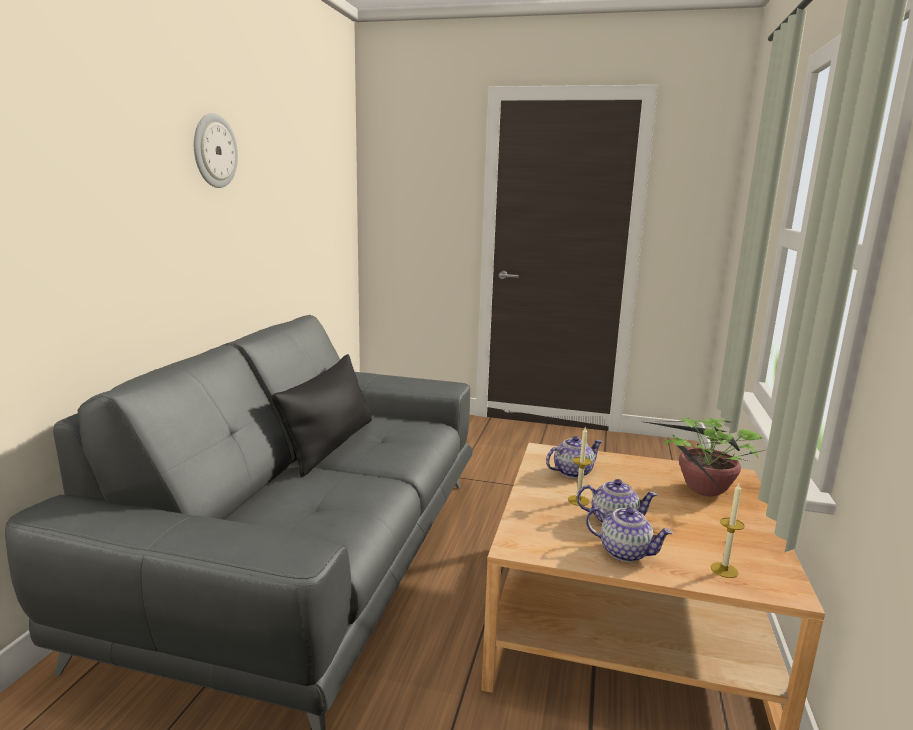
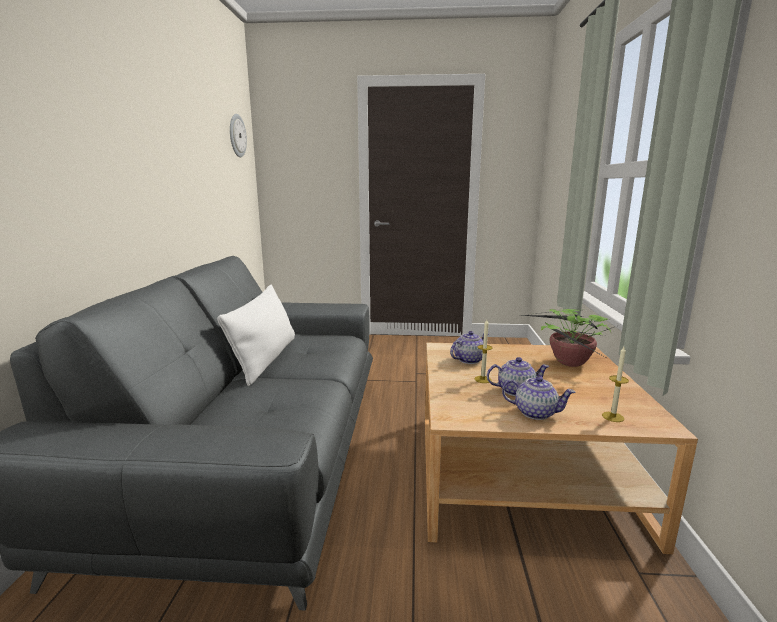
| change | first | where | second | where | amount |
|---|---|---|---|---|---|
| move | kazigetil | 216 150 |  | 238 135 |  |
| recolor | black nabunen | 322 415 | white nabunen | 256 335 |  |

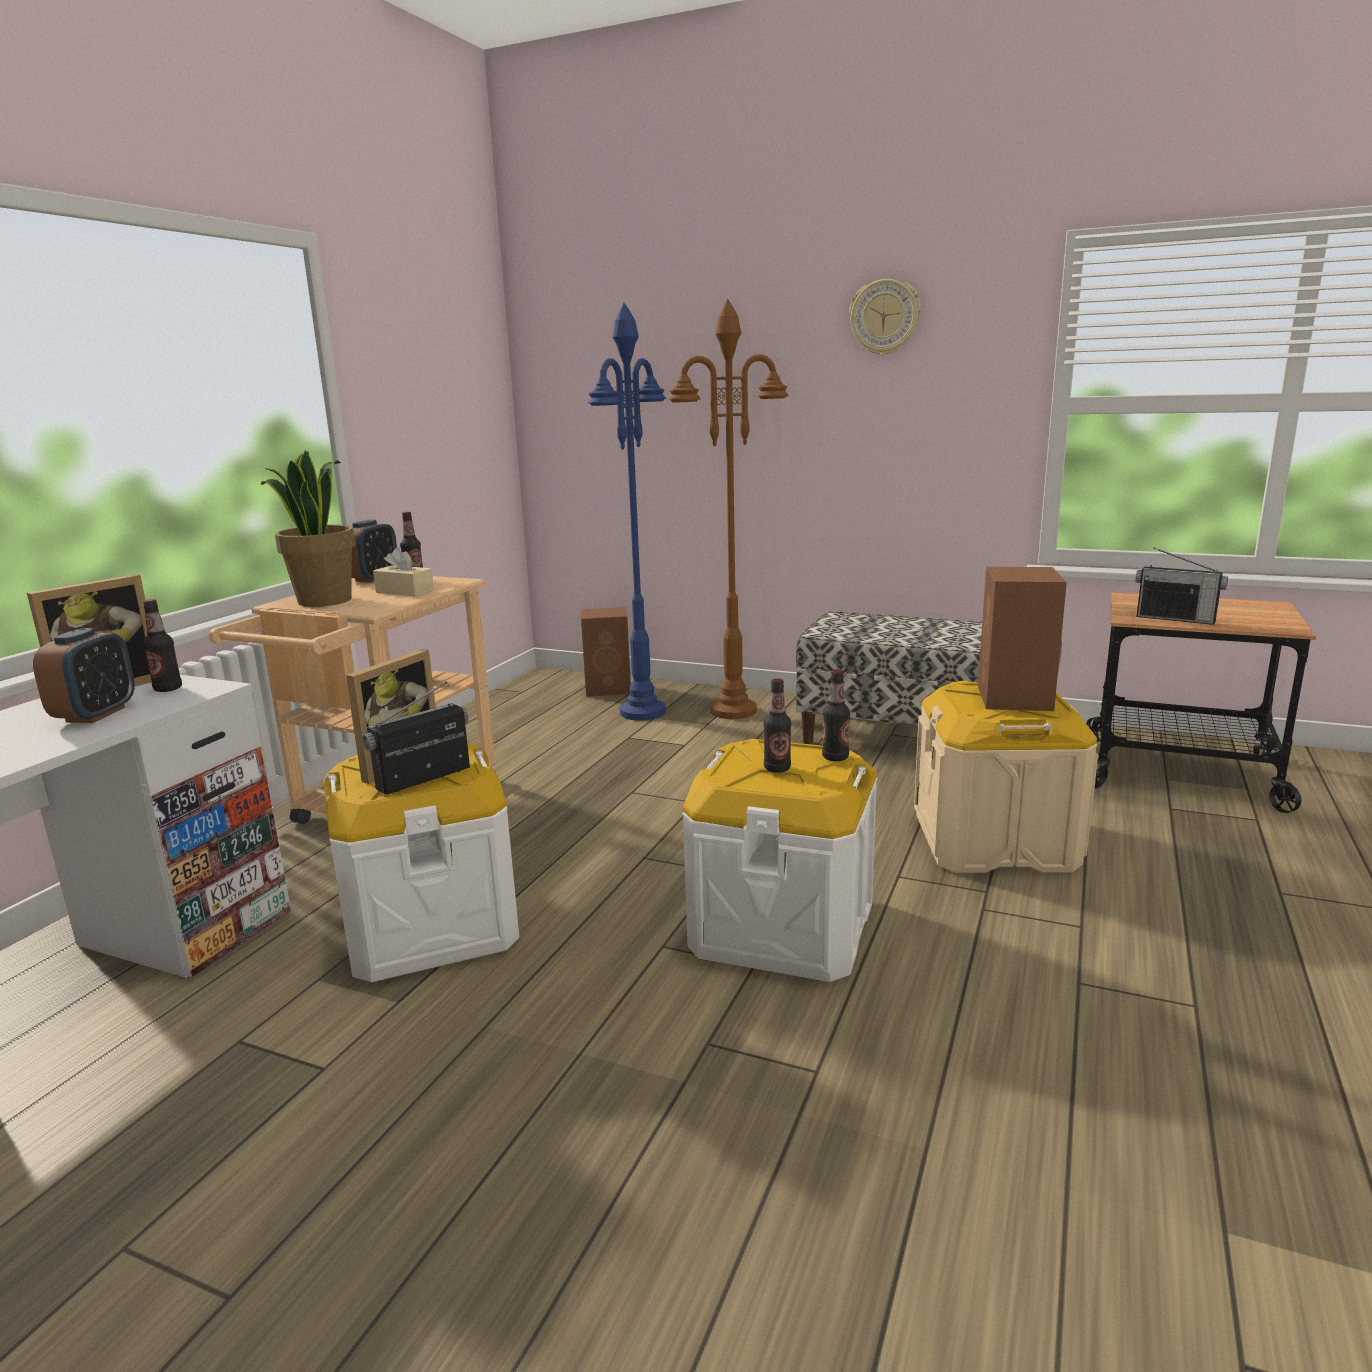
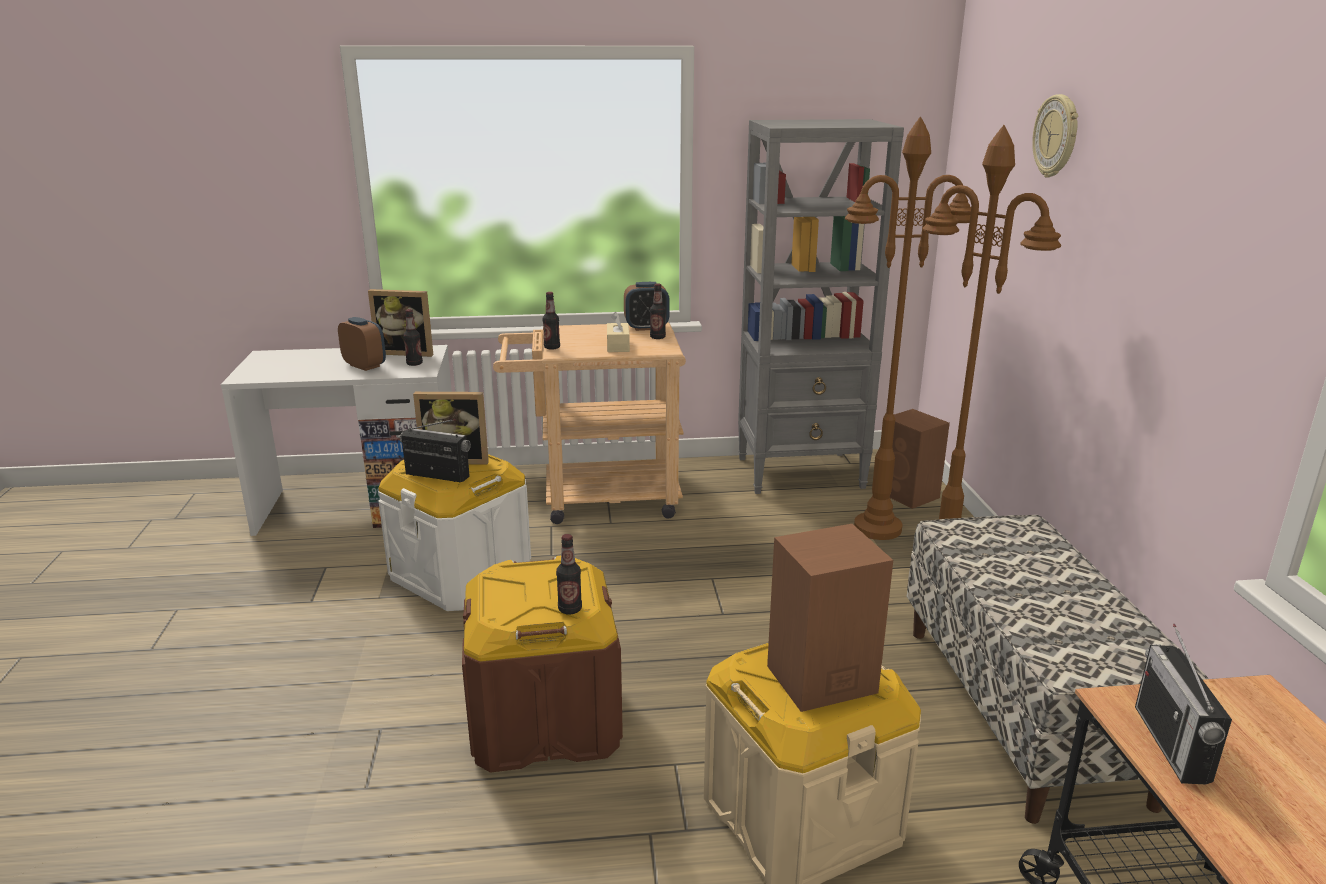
| change | first | where | second | where | amount |
|---|---|---|---|---|---|
| rotate | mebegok | 84 675 |  | 362 344 | 120 degrees counterclockwise |
| delete | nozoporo | 308 528 |  |  |  |
| recolor | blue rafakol | 627 511 | brown rafakol | 908 328 |  |
| recolor | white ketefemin | 779 860 | brown ketefemin | 542 664 |  |
| move | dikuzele | 777 725 |  | 551 321 |  |
| move | kazigetil | 885 317 |  | 1055 136 |  |
| insert |  |  | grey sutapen | 821 306 |  |

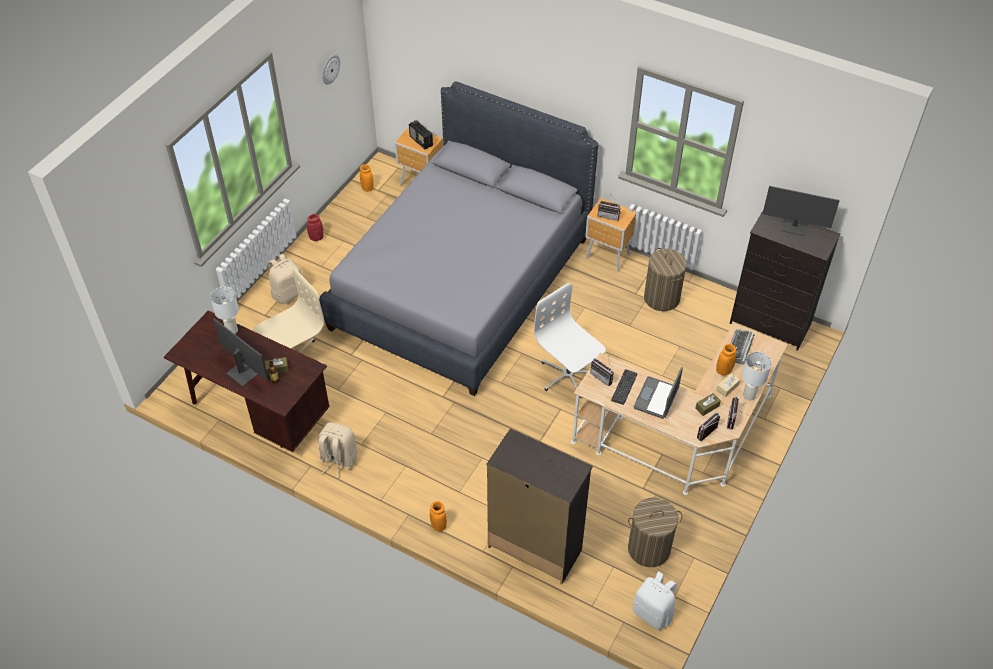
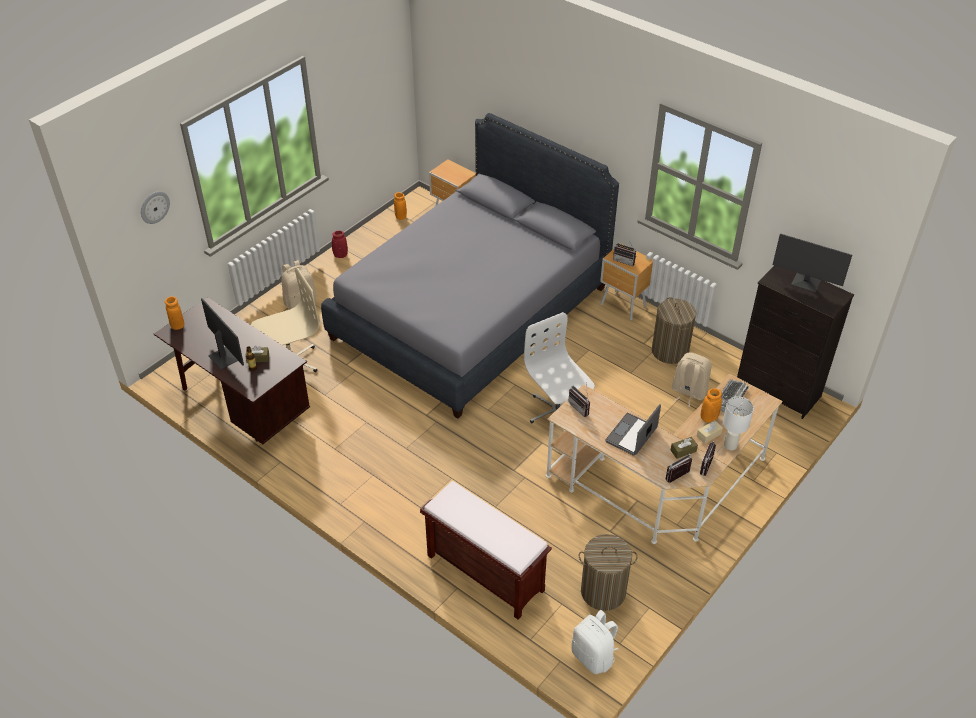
| change | first | where | second | where | amount |
|---|---|---|---|---|---|
| delete | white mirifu | 224 310 |  |  |  |
| move | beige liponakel | 337 450 |  | 692 380 |  |
| move | kazigetil | 331 69 |  | 155 207 |  |
| delete | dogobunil | 421 134 |  |  |  |
| move | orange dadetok | 438 516 |  | 174 313 |  |
| replace | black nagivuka | 539 506 | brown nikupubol | 486 550 |  |
| delete | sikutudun | 624 387 |  |  |  |

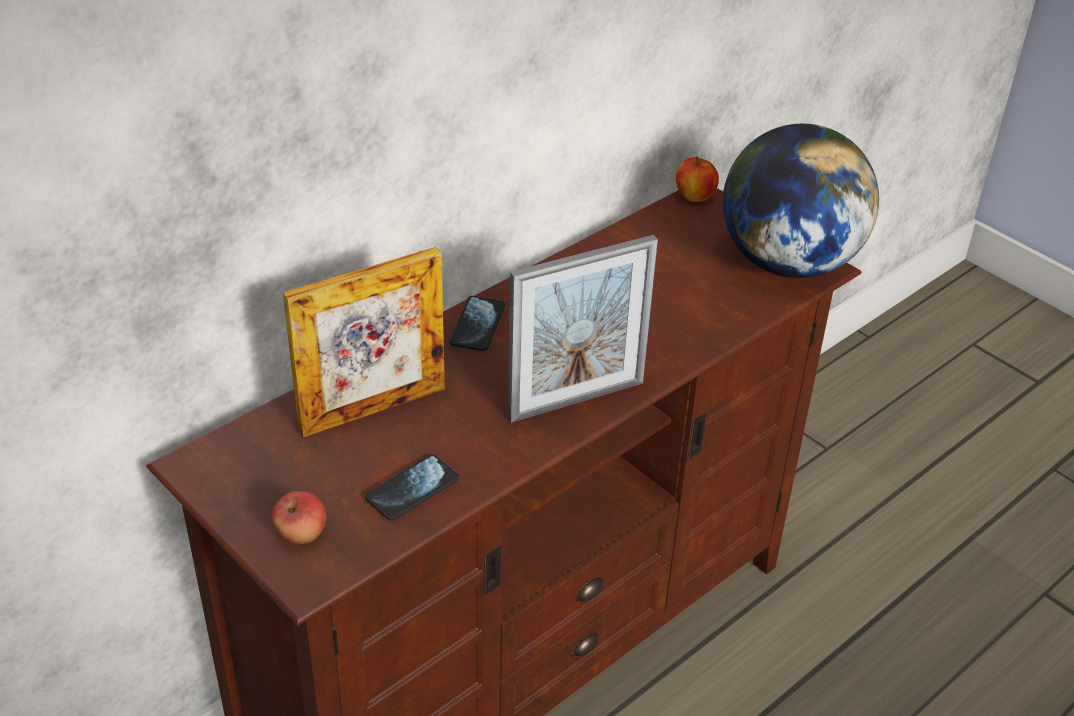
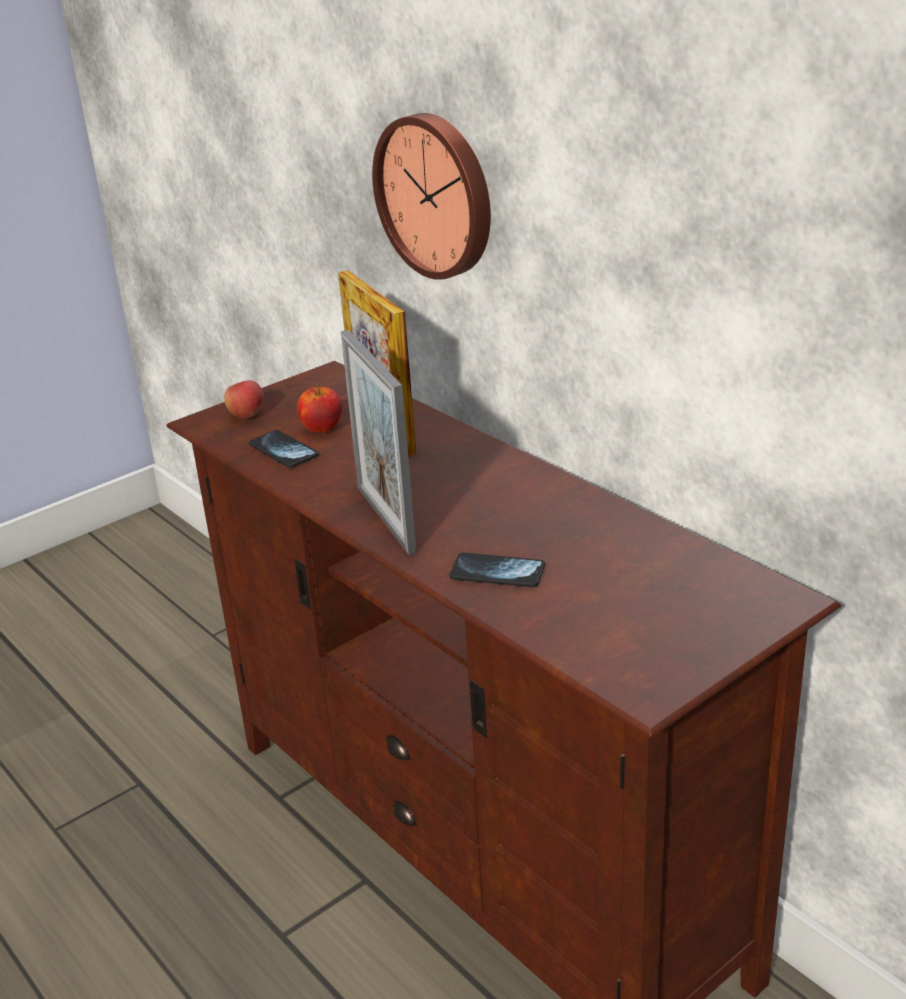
| change | first | where | second | where | amount |
|---|---|---|---|---|---|
| move | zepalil | 477 323 |  | 497 569 |  |
| move | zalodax | 697 179 |  | 319 408 |  |
| delete | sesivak | 801 201 |  |  |  |
| insert |  |  | kazigetil | 431 196 |  |

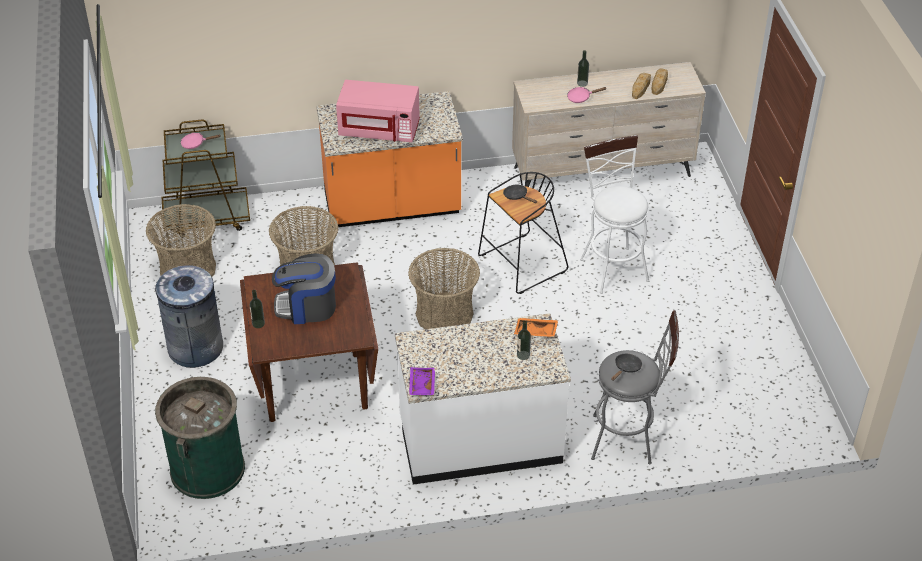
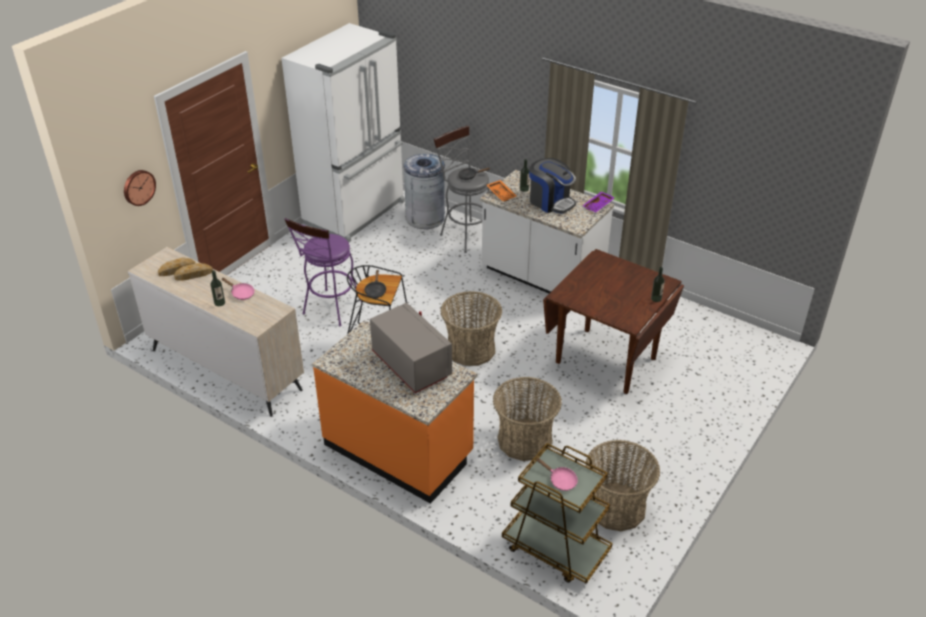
| change | first | where | second | where | amount |
|---|---|---|---|---|---|
| move | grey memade | 188 316 |  | 424 191 |  |
| delete | green memade | 200 438 |  |  |  |
| move | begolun | 304 288 |  | 552 185 |  |
| recolor | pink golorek | 378 111 | grey golorek | 411 347 |  |
| recolor | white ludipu | 614 214 | purple ludipu | 323 272 |  |
| insert |  |  | kazigetil | 140 188 |  |
| insert |  |  | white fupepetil | 343 132 |  |

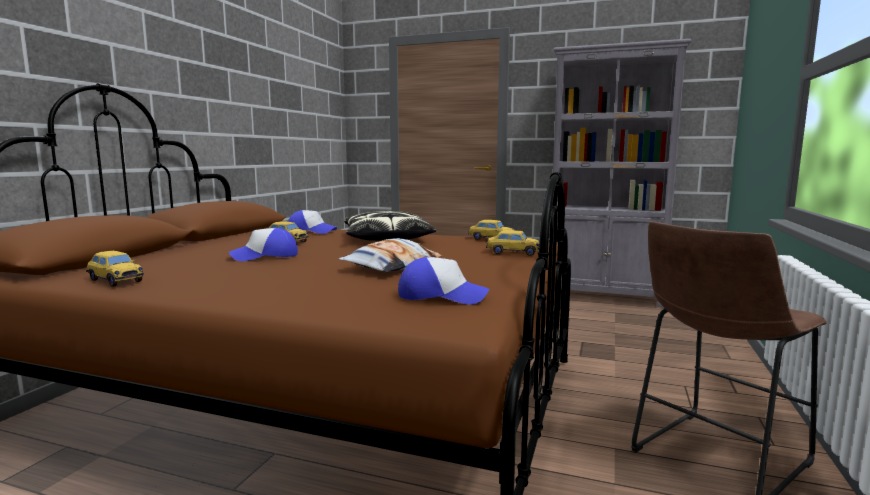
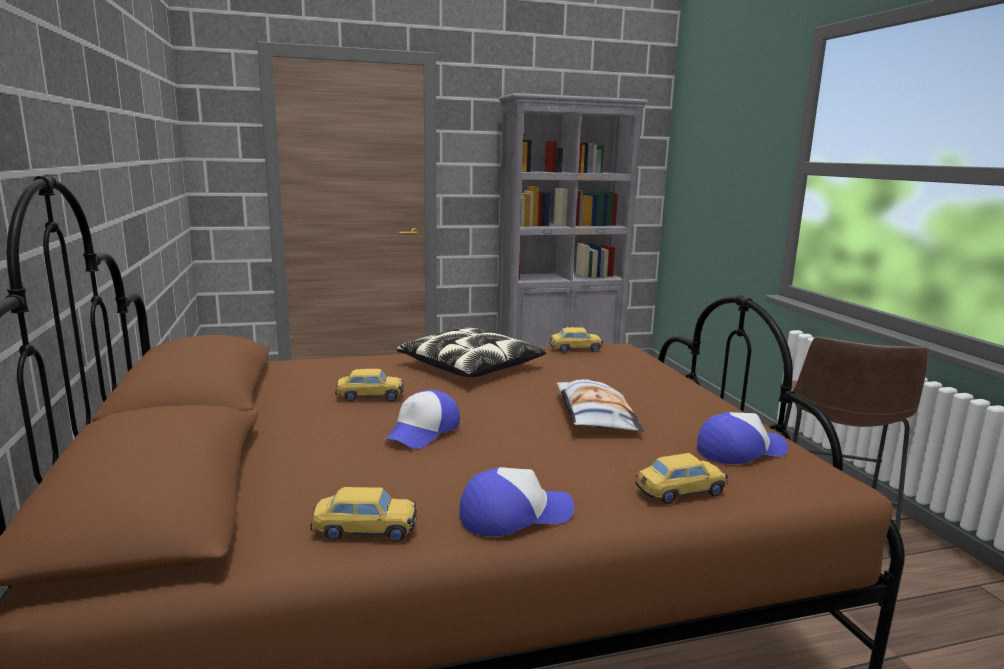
| change | first | where | second | where | amount |
|---|---|---|---|---|---|
| move | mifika | 312 222 |  | 516 502 |  |
| move | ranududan | 513 243 |  | 681 478 |  |

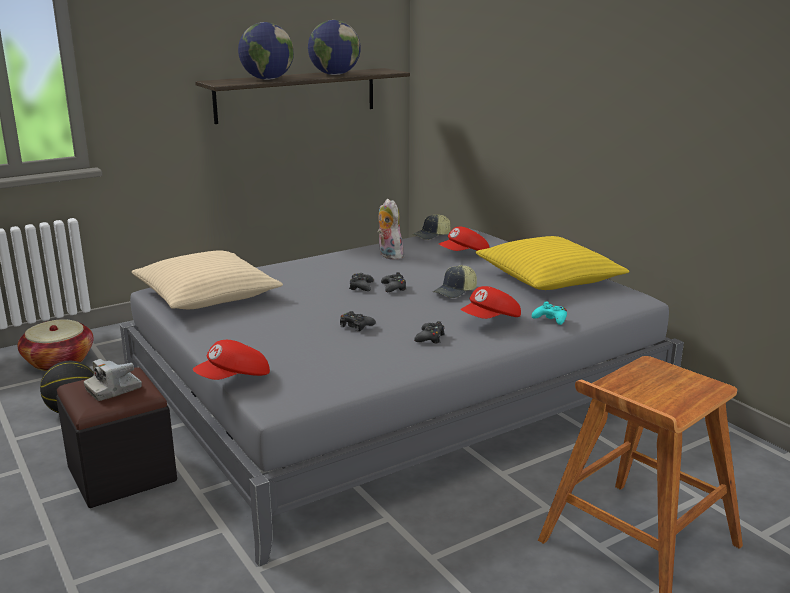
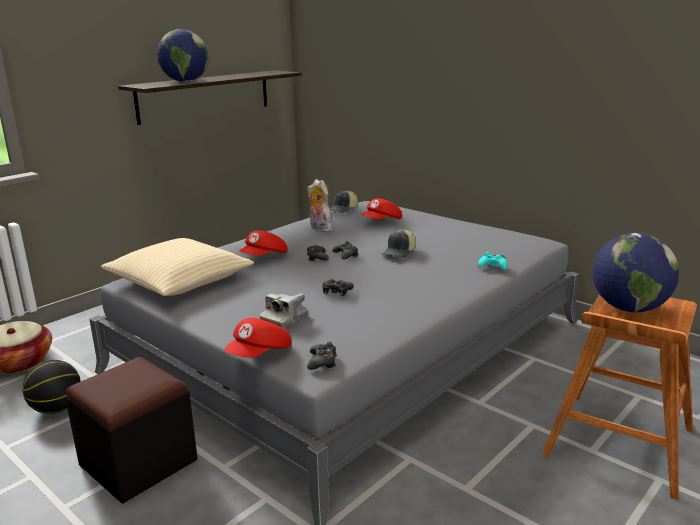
| change | first | where | second | where | amount |
|---|---|---|---|---|---|
| move | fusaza | 113 380 |  | 284 311 |  |
| move | sesivak | 334 47 |  | 636 272 |  |
| move | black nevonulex | 429 332 |  | 322 356 |  |
| move | red mifika | 490 302 |  | 263 243 |  |
| delete | yellow nabunen | 552 263 |  |  |  |

